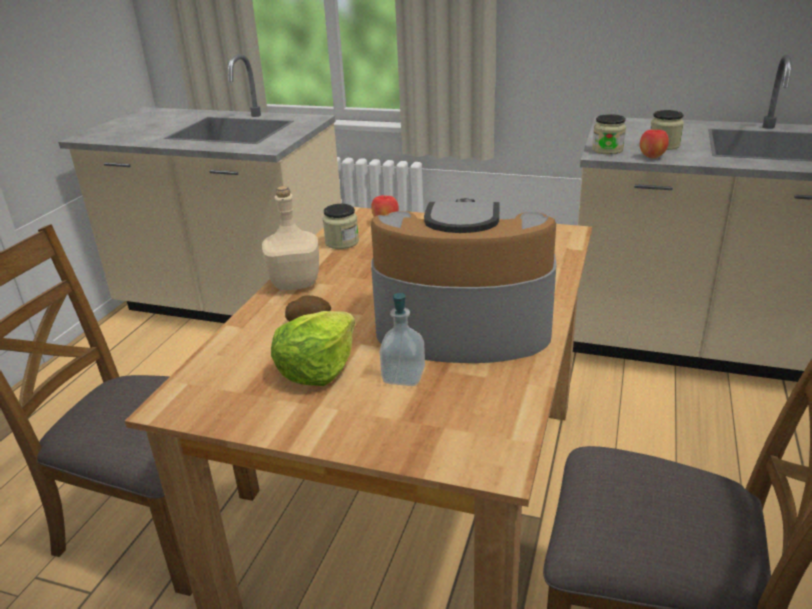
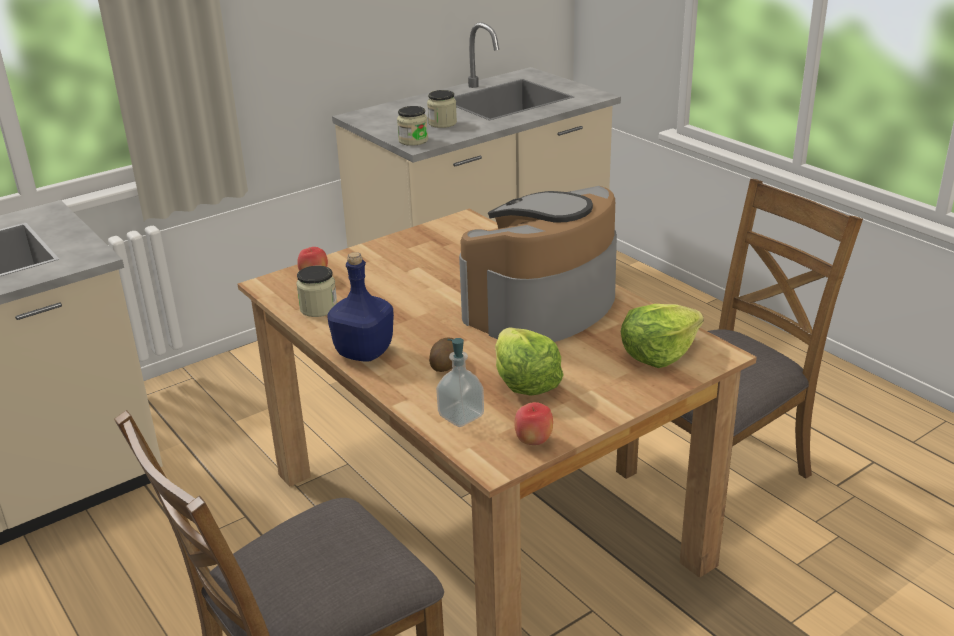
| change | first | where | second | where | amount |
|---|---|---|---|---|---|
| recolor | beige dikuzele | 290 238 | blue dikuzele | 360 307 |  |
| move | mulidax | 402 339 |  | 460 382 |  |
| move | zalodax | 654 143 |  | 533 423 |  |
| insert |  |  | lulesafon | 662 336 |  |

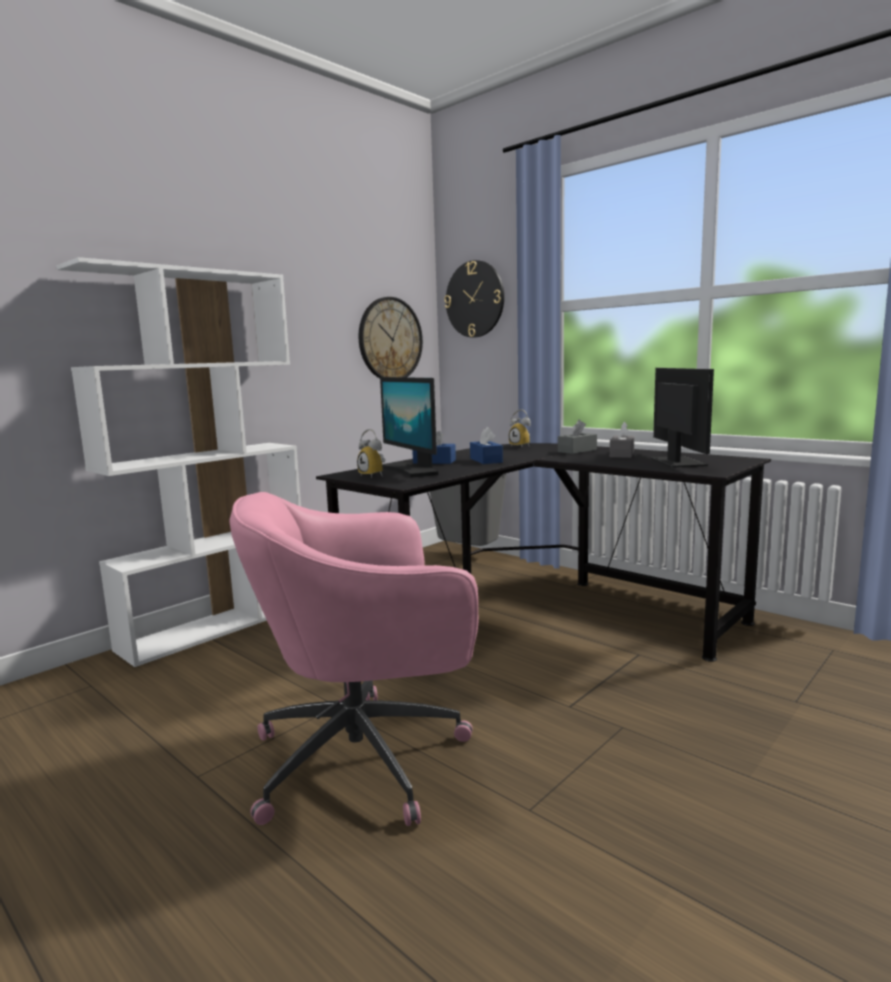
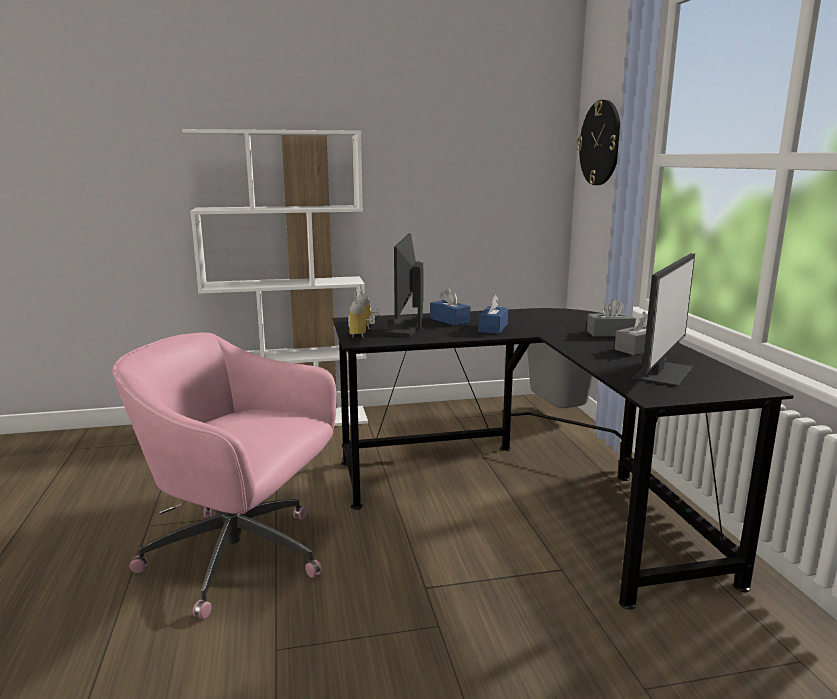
| change | first | where | second | where | amount |
|---|---|---|---|---|---|
| delete | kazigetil | 391 337 |  |  |  |
| move | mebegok | 520 428 |  | 361 315 |  |

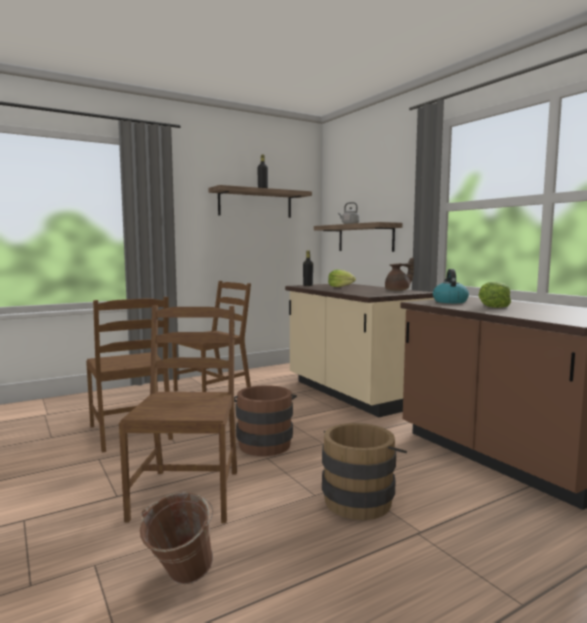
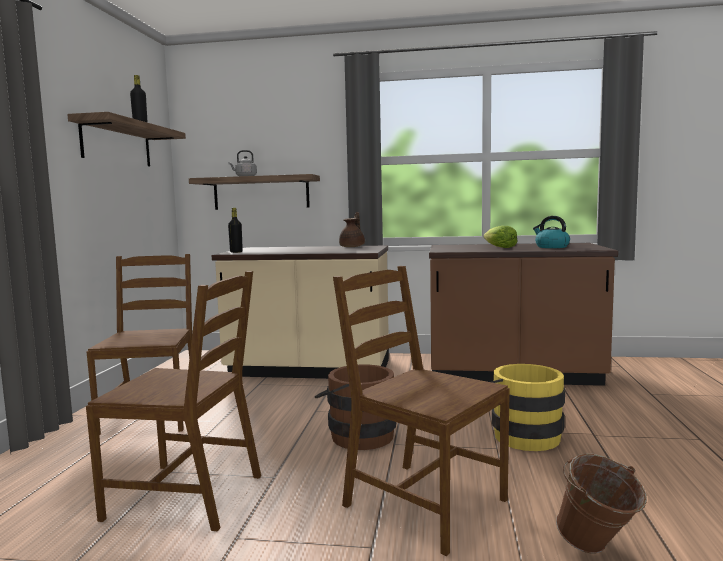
| change | first | where | second | where | amount |
|---|---|---|---|---|---|
| recolor | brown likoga | 364 471 | yellow likoga | 528 407 |  |
| delete | lulesafon | 342 278 |  |  |  |
| move | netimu | 451 286 |  | 551 232 |  |

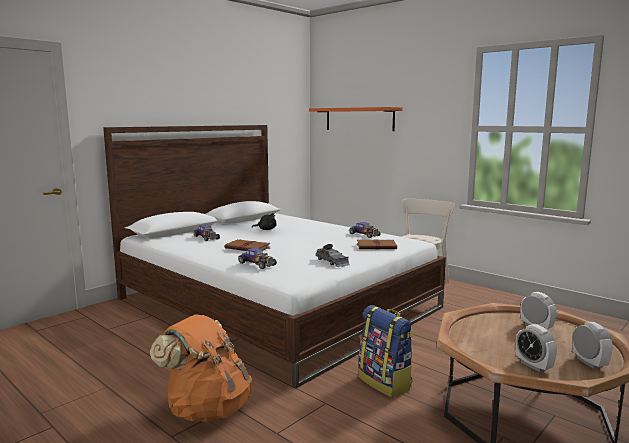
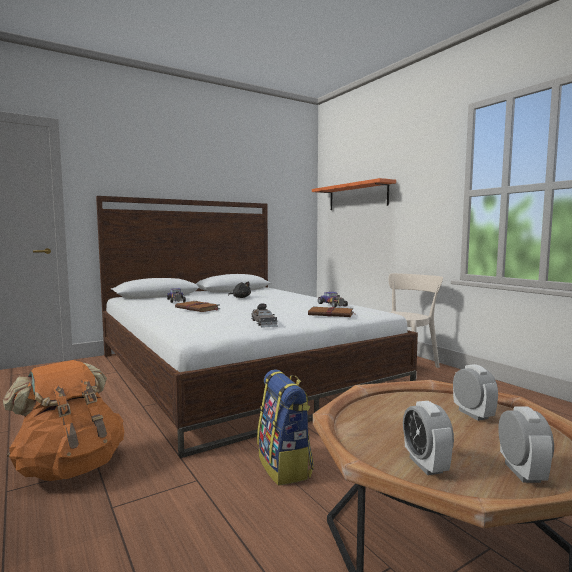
| change | first | where | second | where | amount |
|---|---|---|---|---|---|
| delete | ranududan | 257 258 |  |  |  |

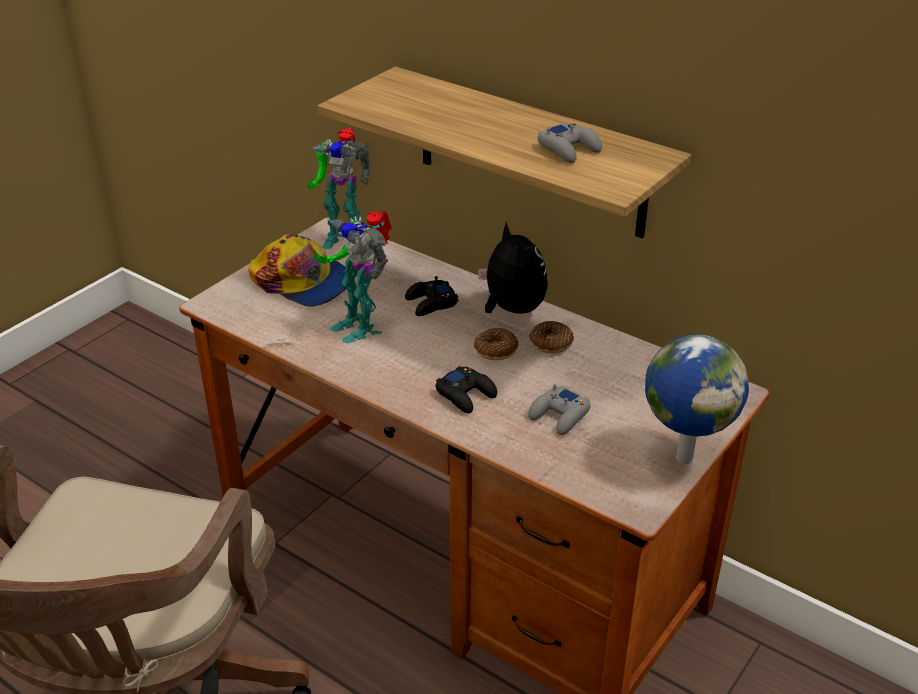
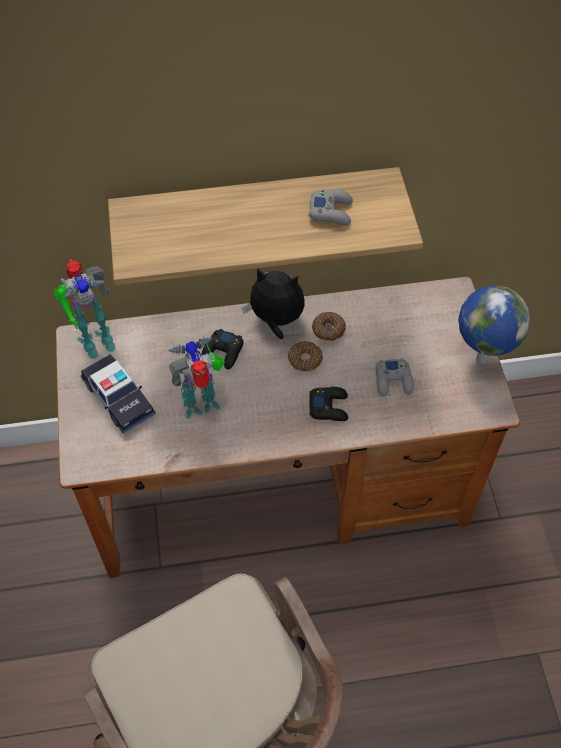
| change | first | where | second | where | amount |
|---|---|---|---|---|---|
| replace | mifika | 297 270 | ranududan | 118 394 |  |
| rotate | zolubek | 353 277 |  | 196 378 | 150 degrees clockwise |

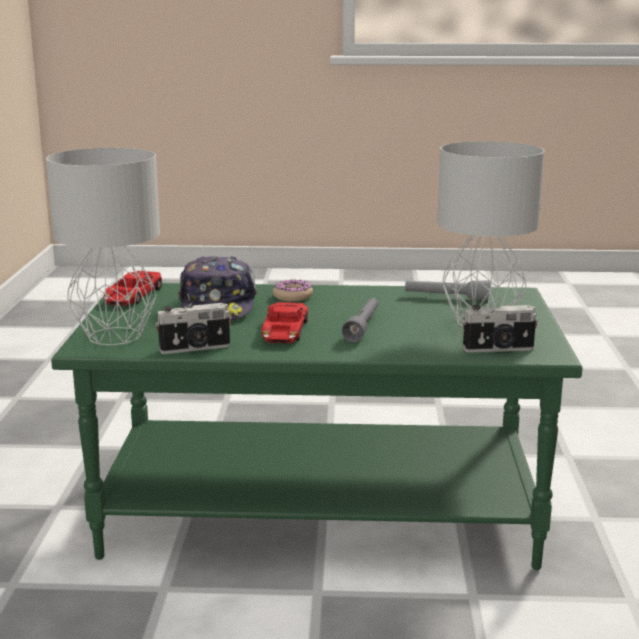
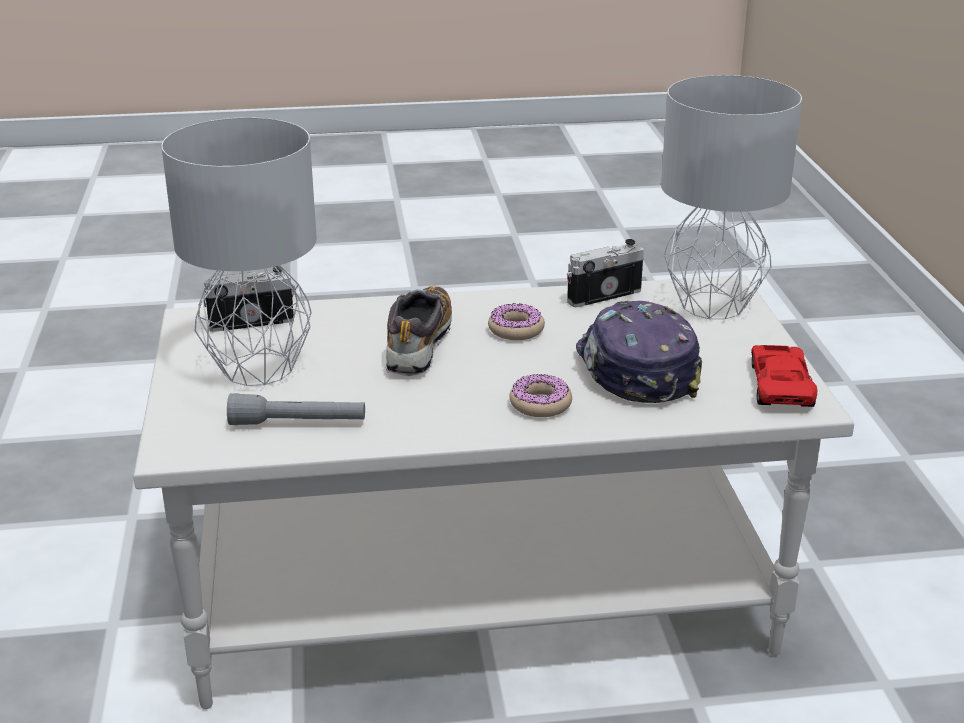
| change | first | where | second | where | amount |
|---|---|---|---|---|---|
| recolor | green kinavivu | 317 426 | white kinavivu | 493 492 |  |
| replace | red ranududan | 285 323 | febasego | 516 321 |  |
| replace | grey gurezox | 360 320 | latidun | 419 331 |  |

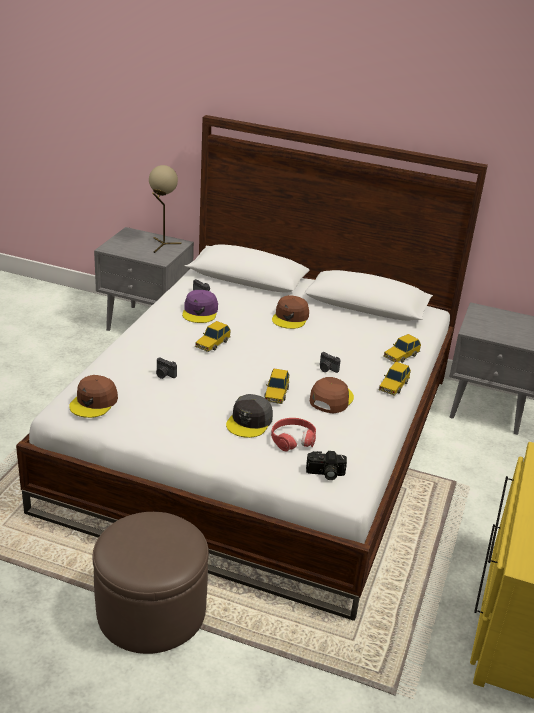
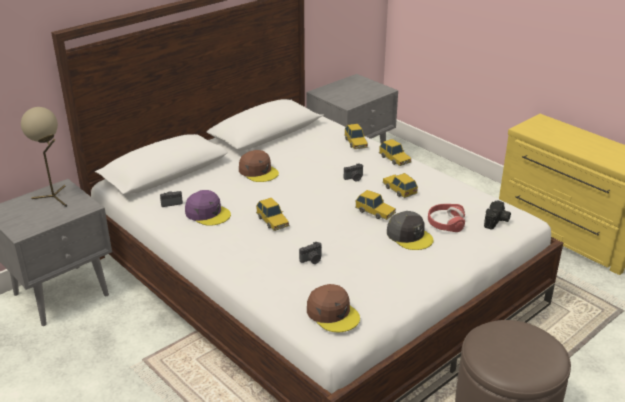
| change | first | where | second | where | amount |
|---|---|---|---|---|---|
| replace | brown mifika | 332 395 | ranududan | 400 185 |  |

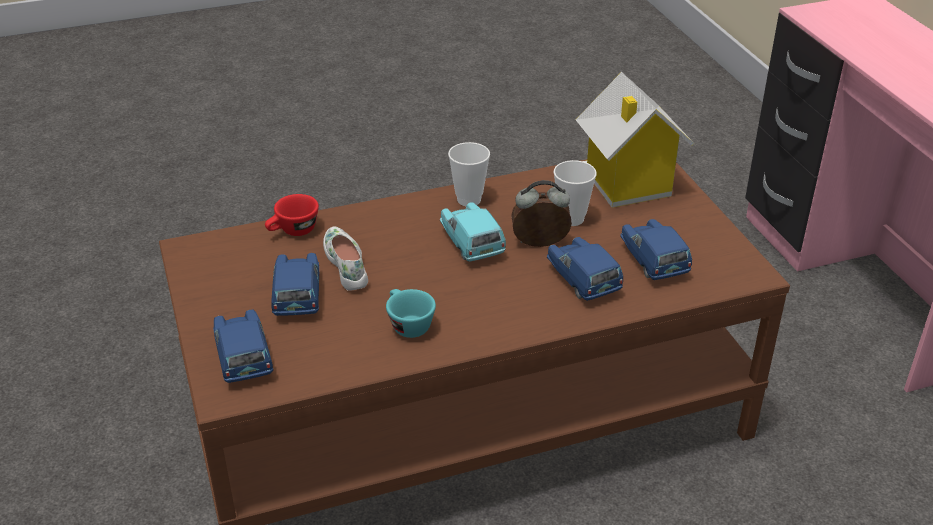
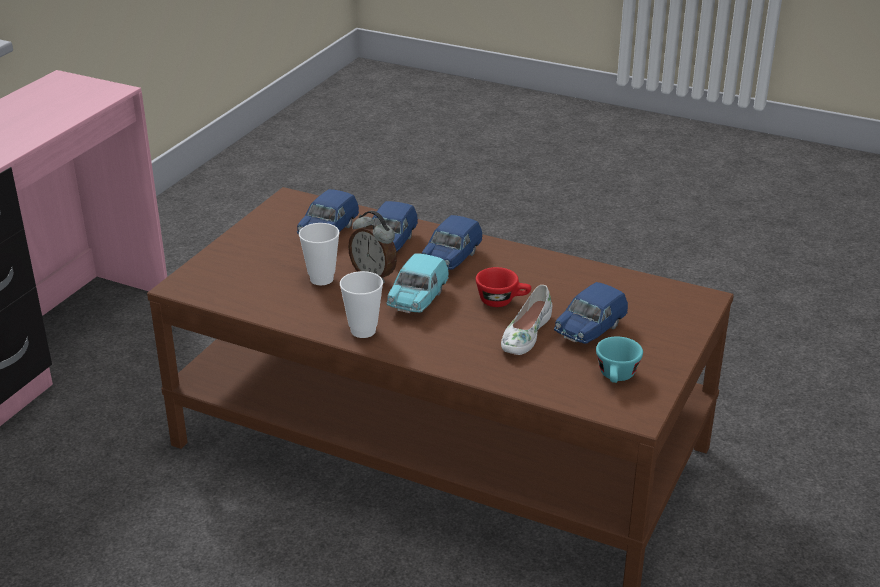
| change | first | where | second | where | amount |
|---|---|---|---|---|---|
| move | blue ranududan | 243 346 |  | 452 242 |  |
| move | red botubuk | 292 215 |  | 503 287 |  |
| move | turquoise botubuk | 411 313 |  | 619 359 |  |
| delete | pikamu | 635 140 |  |  |  |

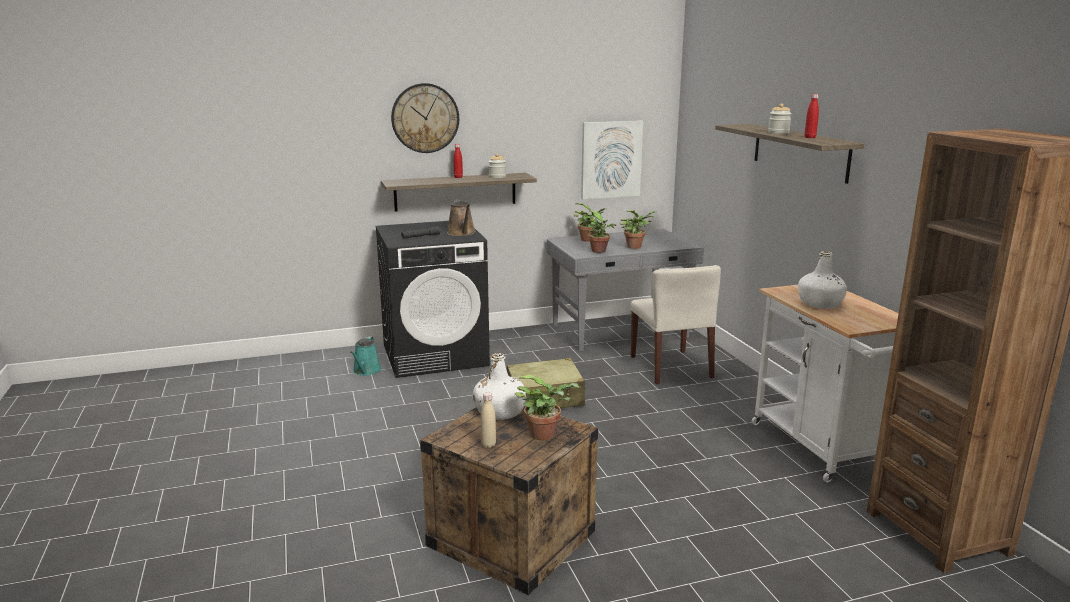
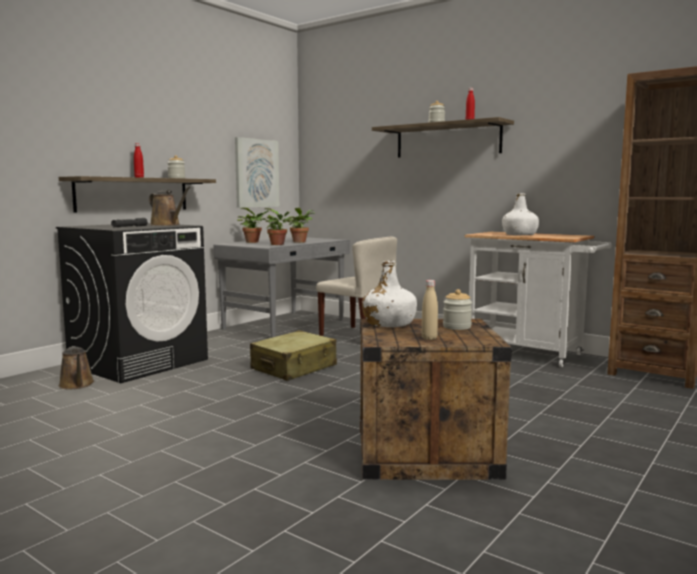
| change | first | where | second | where | amount |
|---|---|---|---|---|---|
| recolor | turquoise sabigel | 366 356 | brown sabigel | 77 368 |  |
| delete | kazigetil | 425 118 |  |  |  |
| replace | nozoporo | 547 407 | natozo | 457 309 |  |

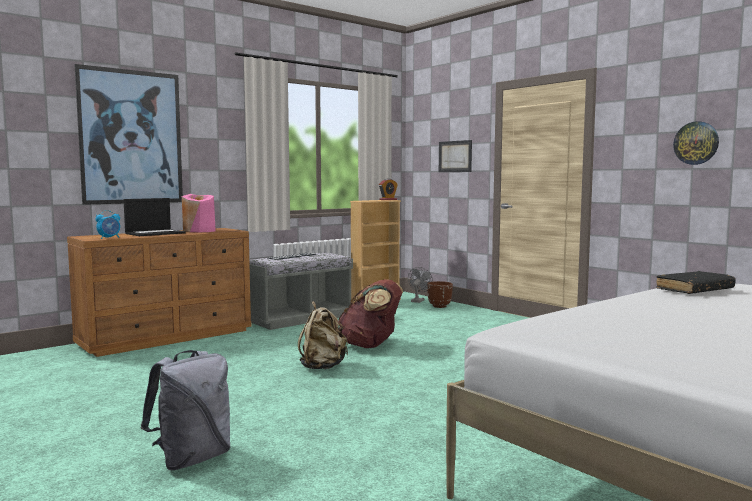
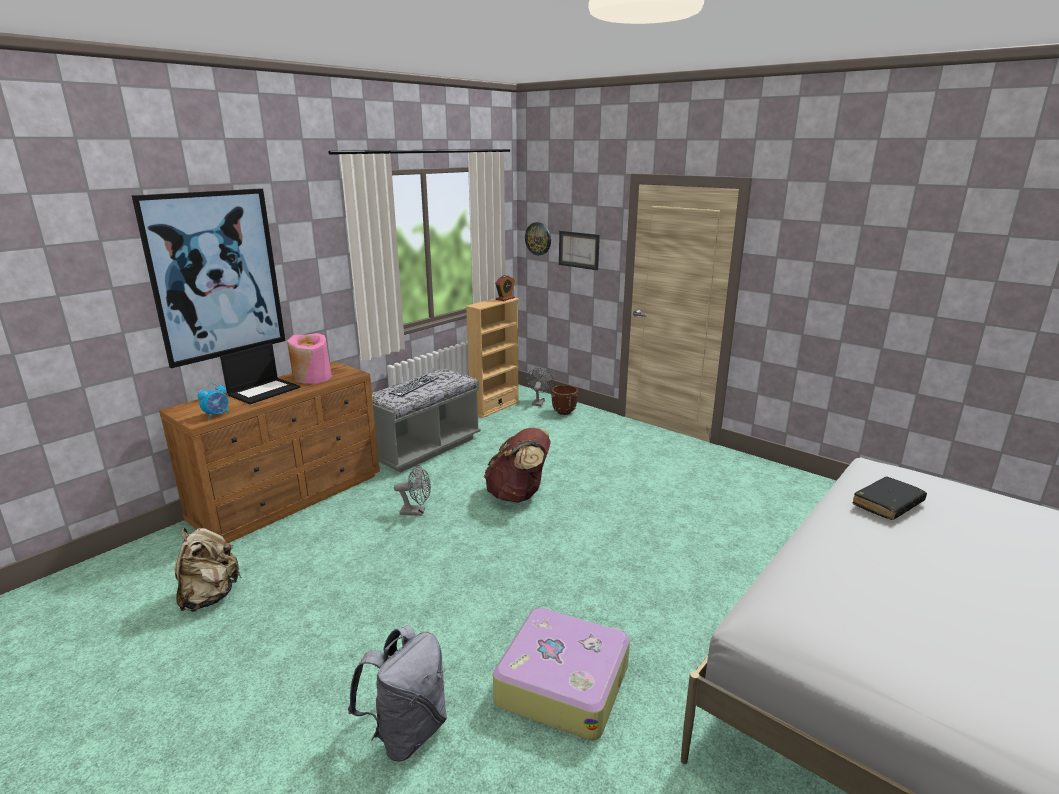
| change | first | where | second | where | amount |
|---|---|---|---|---|---|
| move | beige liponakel | 323 335 |  | 207 570 |  |
| move | kazigetil | 696 143 |  | 538 238 |  |
| insert |  |  | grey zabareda | 412 490 |  |
| insert |  |  | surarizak | 561 674 |  |

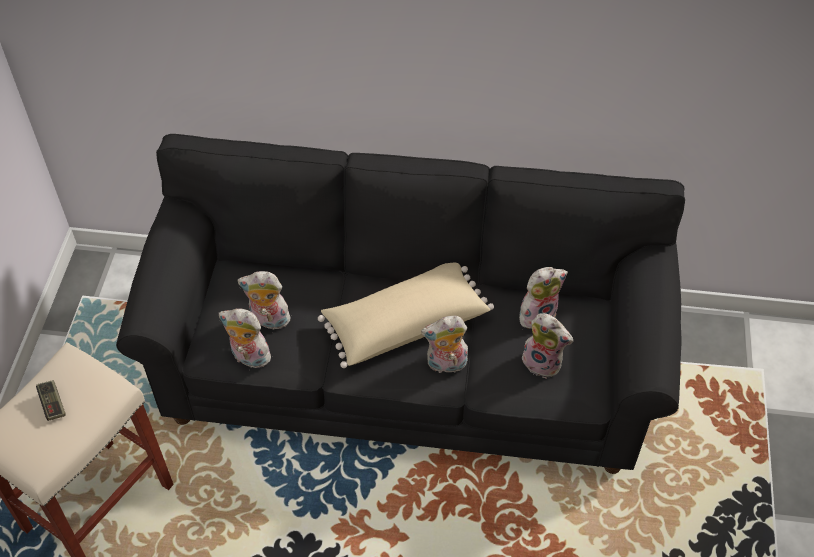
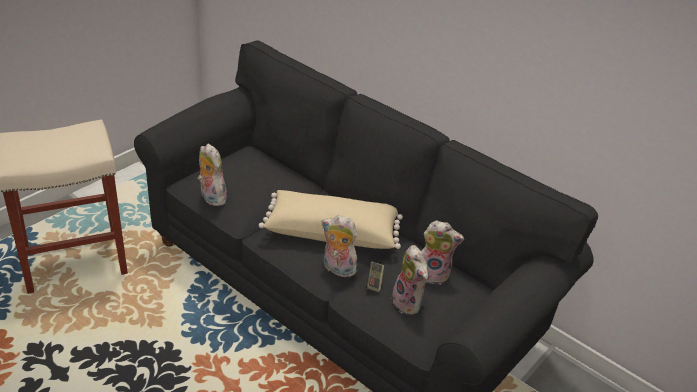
| change | first | where | second | where | amount |
|---|---|---|---|---|---|
| move | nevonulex | 50 400 |  | 375 277 |  |
| delete | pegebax | 265 300 |  |  |  |

